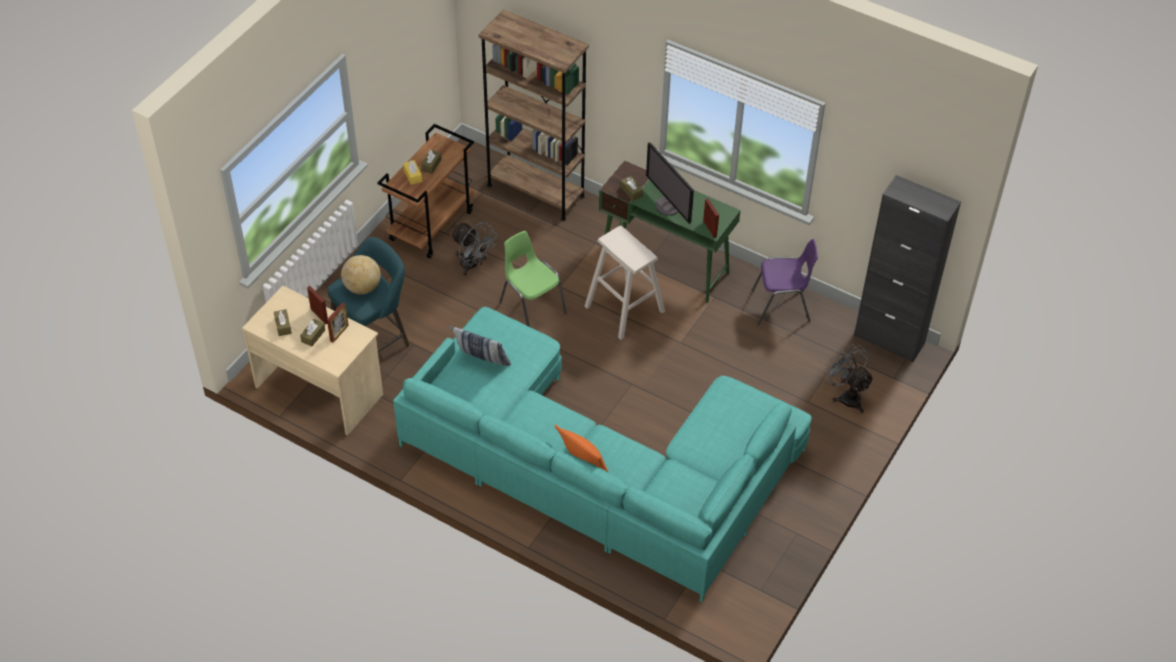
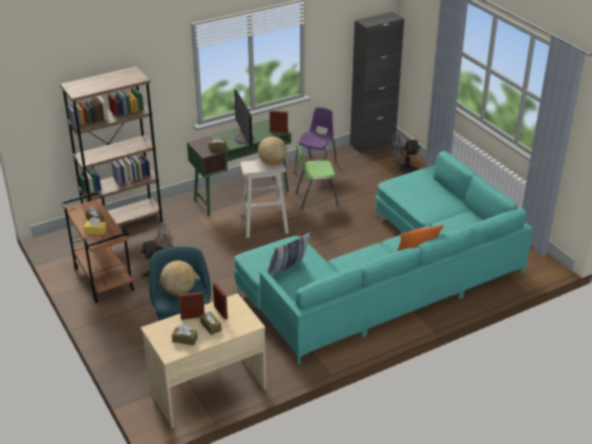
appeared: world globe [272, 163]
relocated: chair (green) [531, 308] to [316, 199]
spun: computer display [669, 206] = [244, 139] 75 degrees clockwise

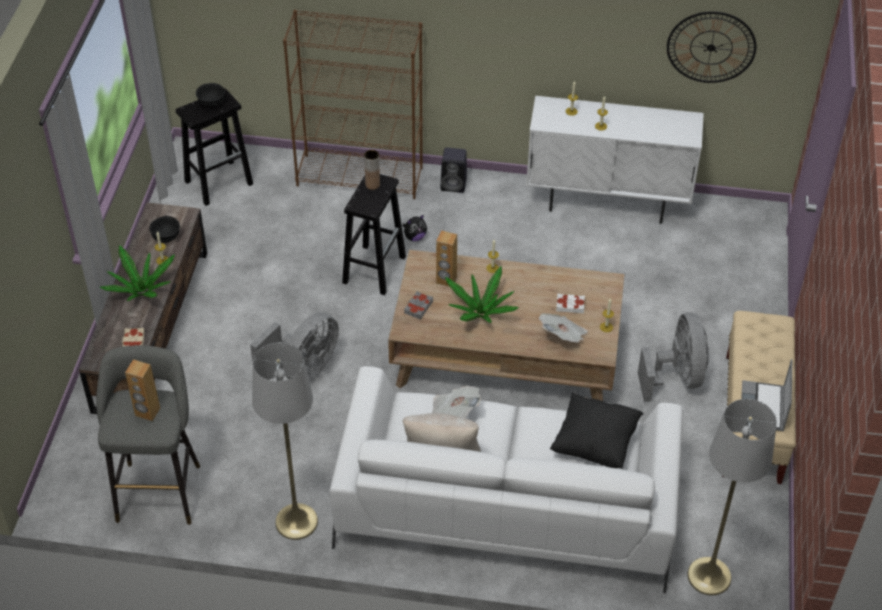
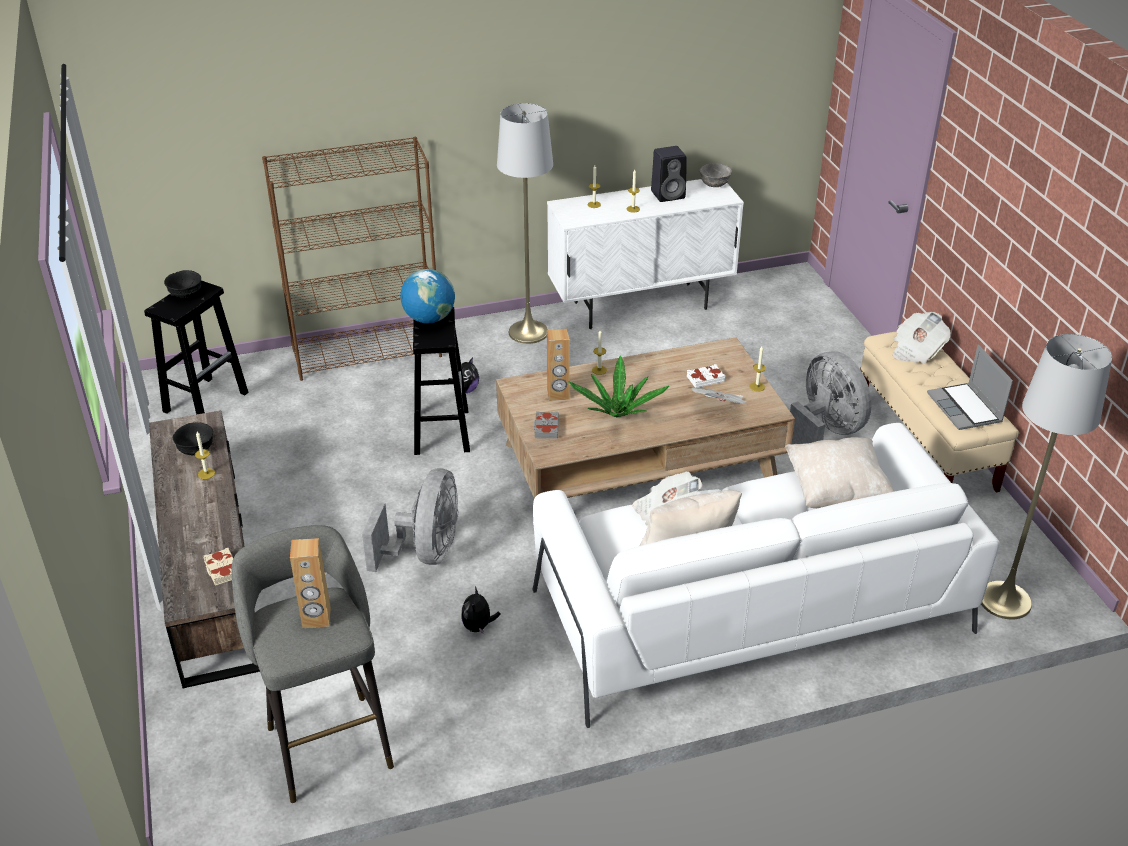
missing: plant in a pot [141, 290]; hanging clock [711, 47]
appeared: soft toy [478, 626]; bowl (greyish) [715, 184]; newspaper [916, 350]
relocated: standing lamp (greyish) [296, 521] to [528, 332]; loudspeaker (black-coloured) [454, 184] to [669, 194]
exchanged: decorative vase (brown) [372, 185] to world globe [429, 318]
colour: throw pillow (black-coloured) [594, 443] to throw pillow (beige) [836, 492]

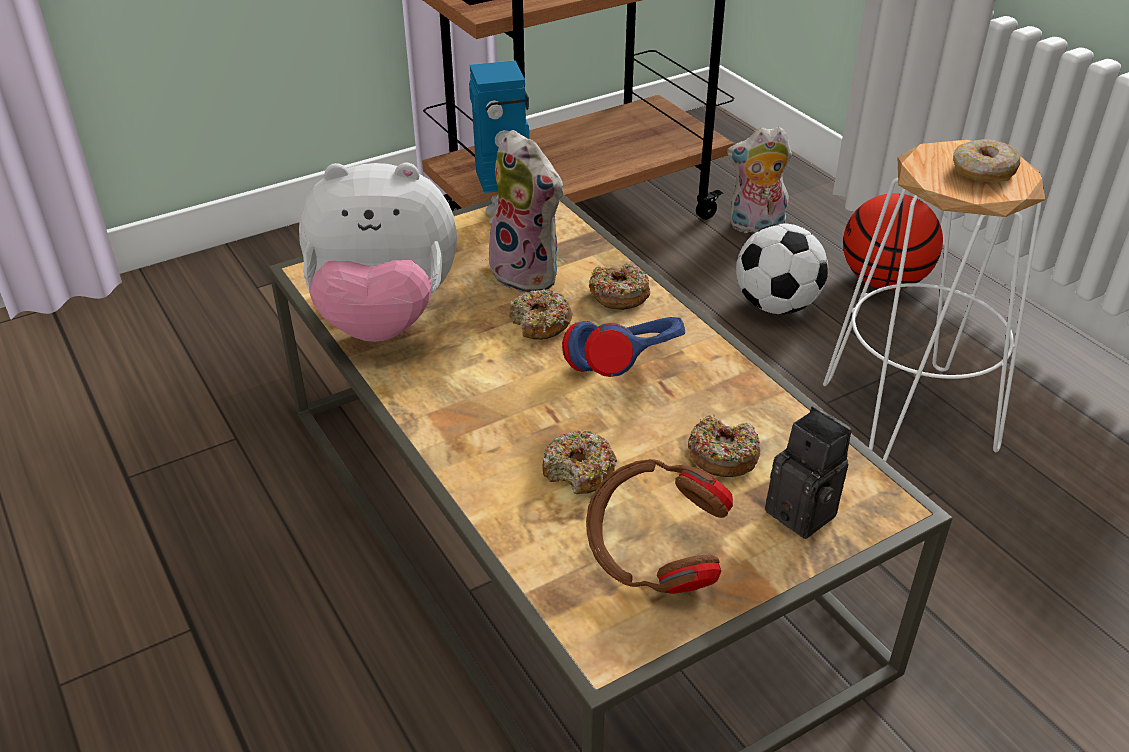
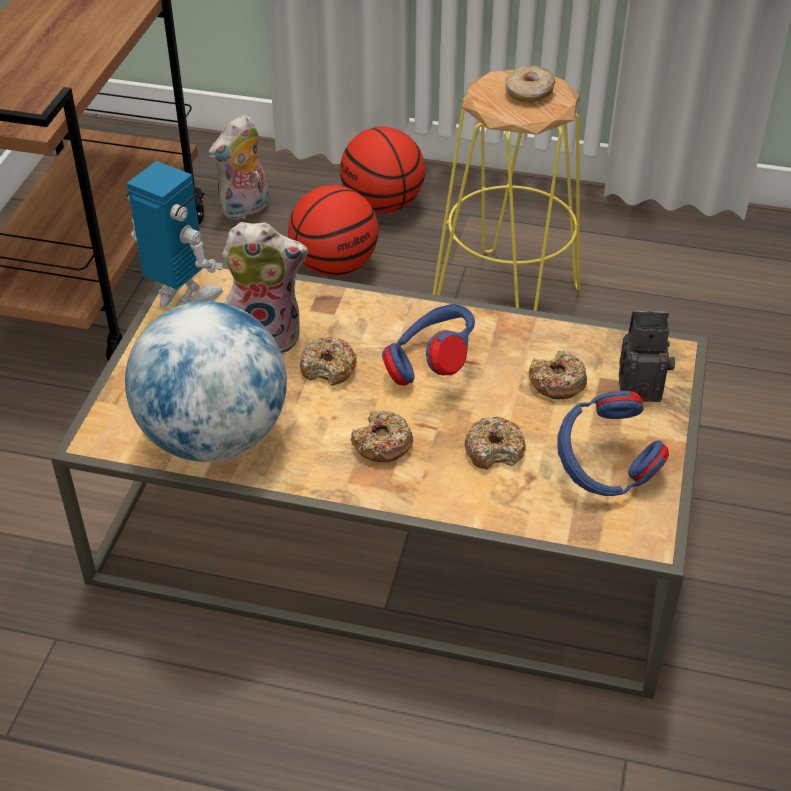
relocated: ring doughnut [619, 295] to [382, 444]
exchanged: soft toy [384, 319] to world globe [214, 437]; ball for football [776, 305] to basketball ball [334, 266]
colour: headset (brown) [654, 559] to headset (blue-coloured) [604, 471]; sitting stool (white-coloured) [909, 417] to sitting stool (yellow-coloured) [507, 298]

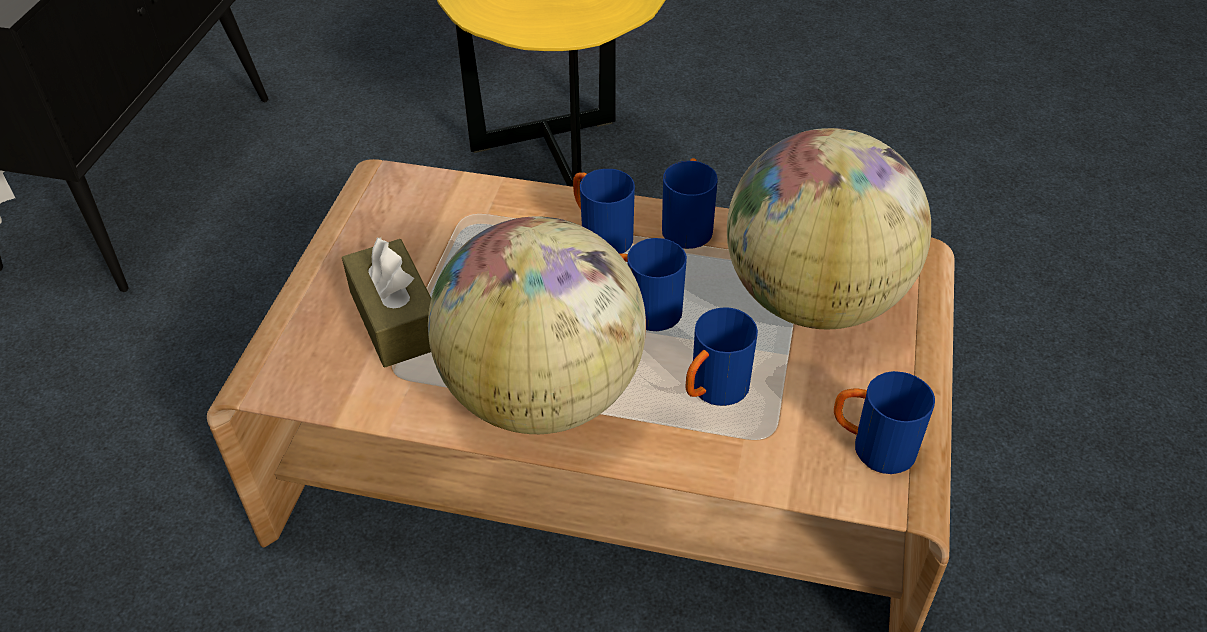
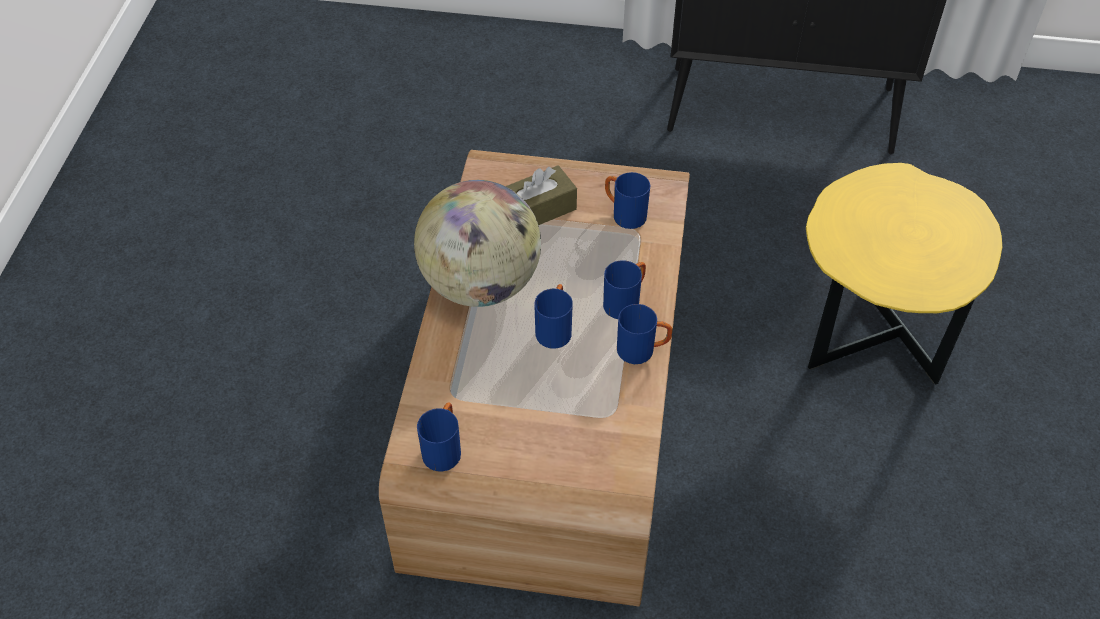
missing: world globe [814, 299]
relocated: mug (blue-coloured) [712, 392] to [624, 214]

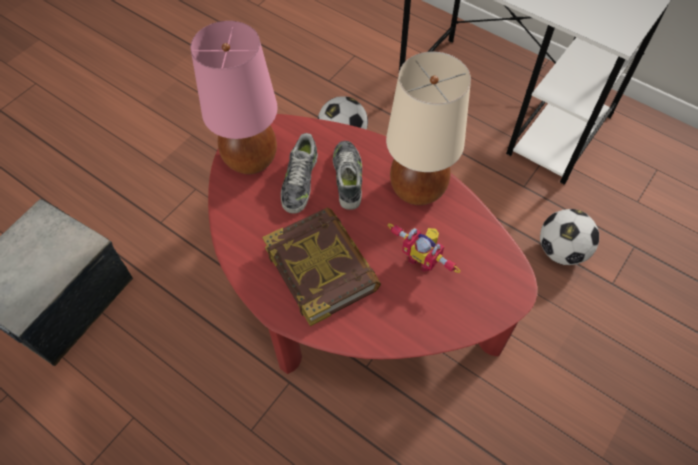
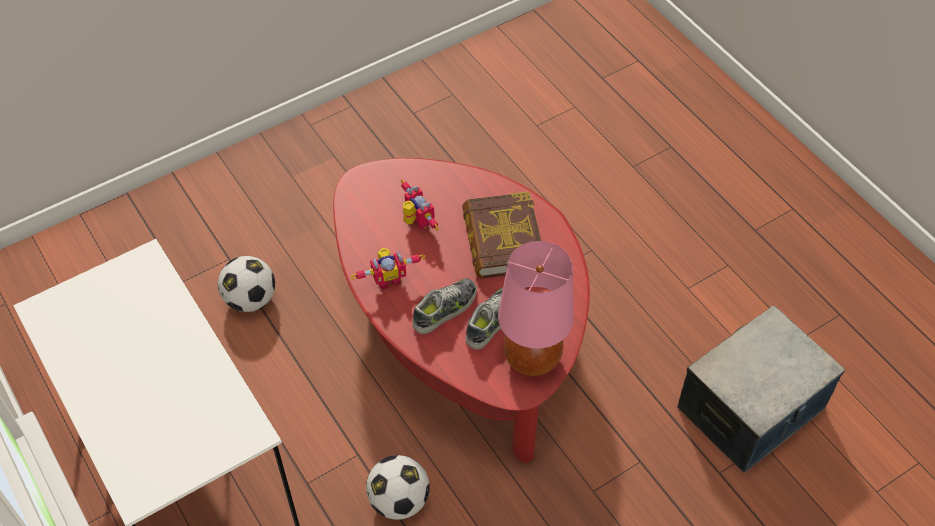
exchanged: table lamp (beige) [418, 189] to model robot [388, 279]
spun: item of footwear [348, 178] = [445, 309] 150 degrees counterclockwise

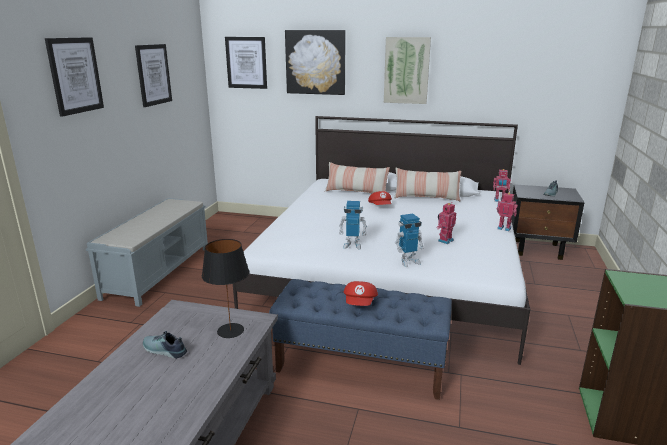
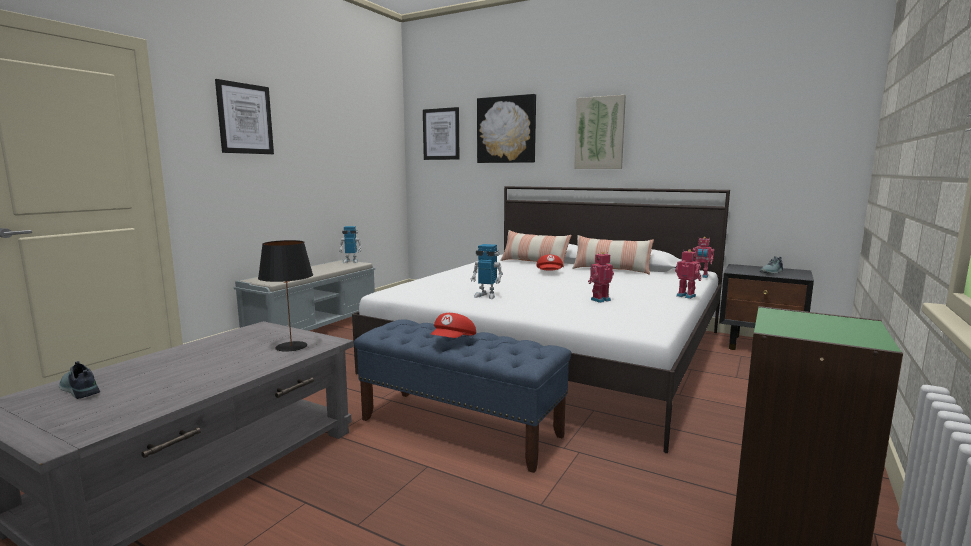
missing: picture [153, 74]
relocated: item of footwear [164, 351] to [78, 390]; model robot [408, 261] to [351, 261]

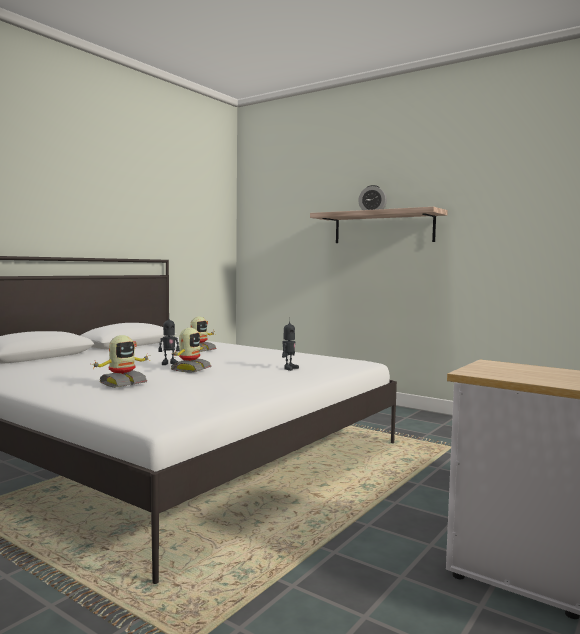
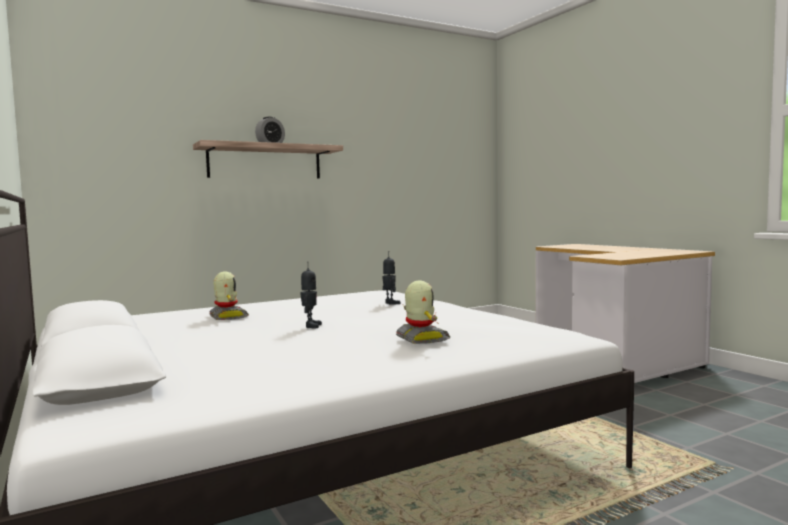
missing: model robot [190, 369]

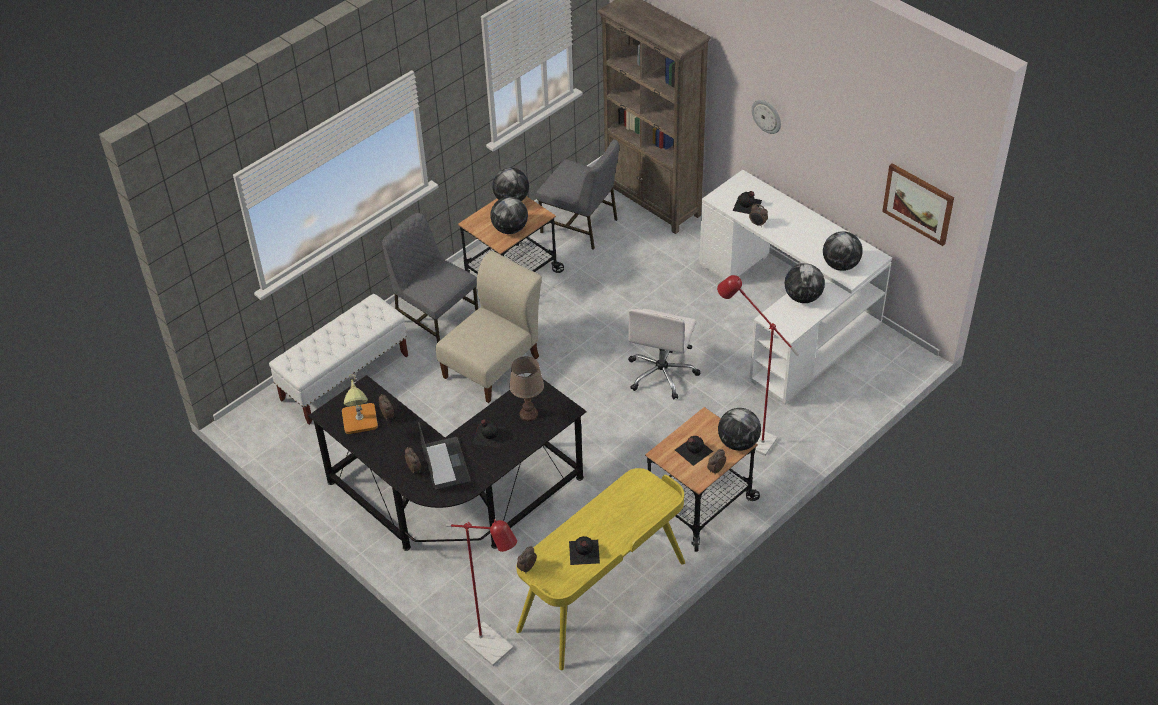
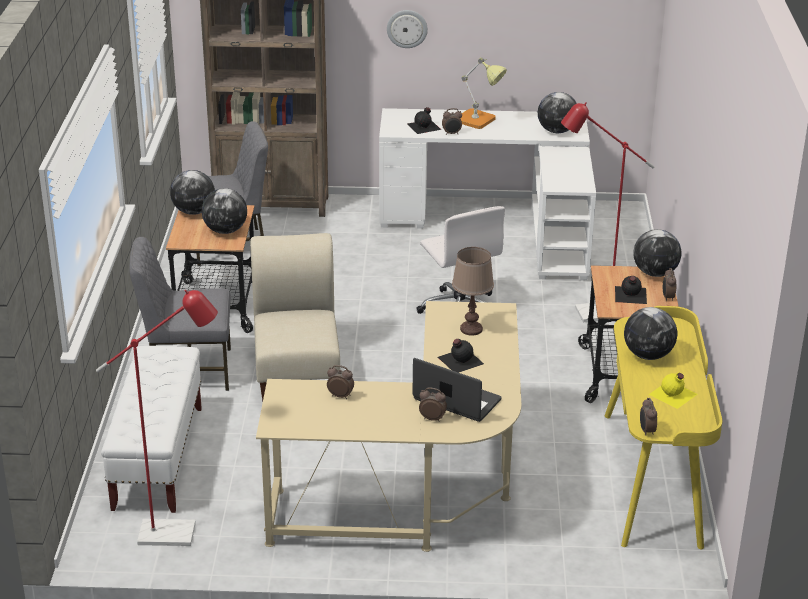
missing: picture [918, 203]
relocated: table lamp [360, 423] to [479, 121]; standing lamp (reddish) [495, 650] to [178, 534]; world globe [803, 297] to [647, 355]
colour: desk (black-coloured) [454, 502] to desk (beige) [418, 489]; drink bottle (black-coloured) [583, 552] to drink bottle (yellow-coloured) [673, 394]

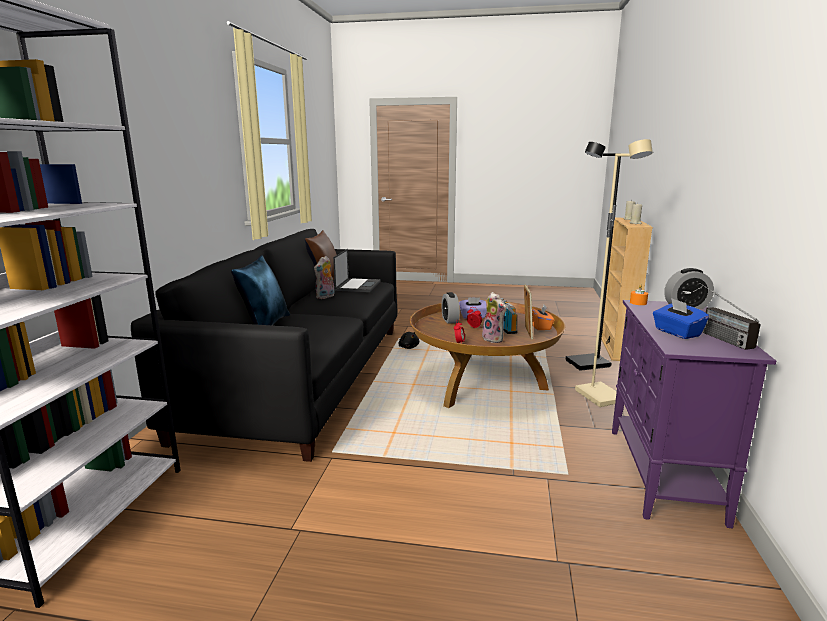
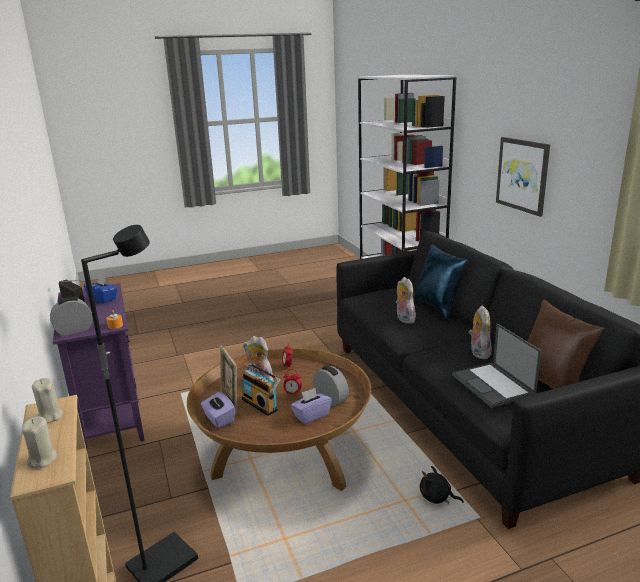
missing: standing lamp (beige) [601, 396]
appeared: soft toy [404, 319]; picture [523, 175]
colour: box of tissues (orange) [540, 326] to box of tissues (purple-coloured) [219, 419]

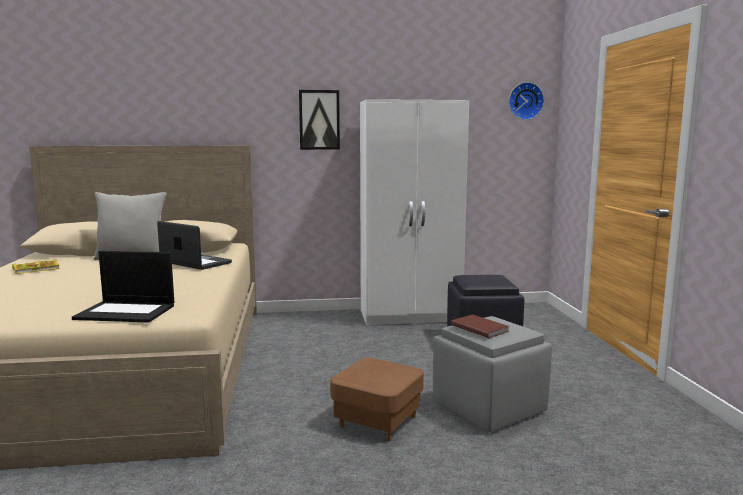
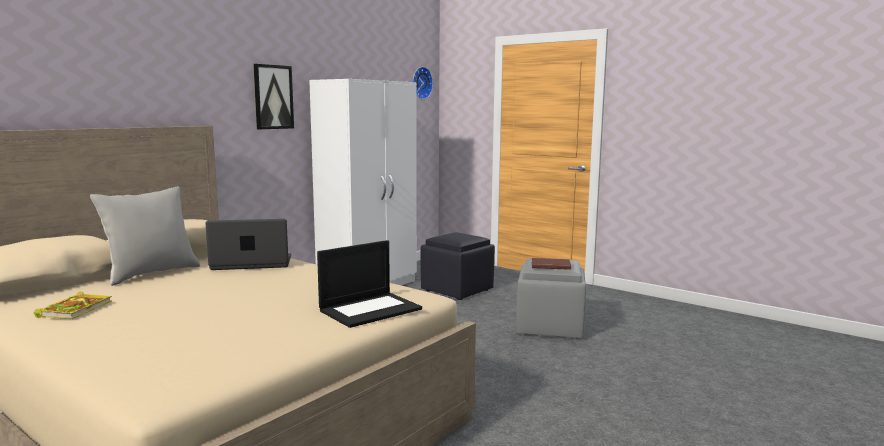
missing: footrest (brown) [377, 421]

